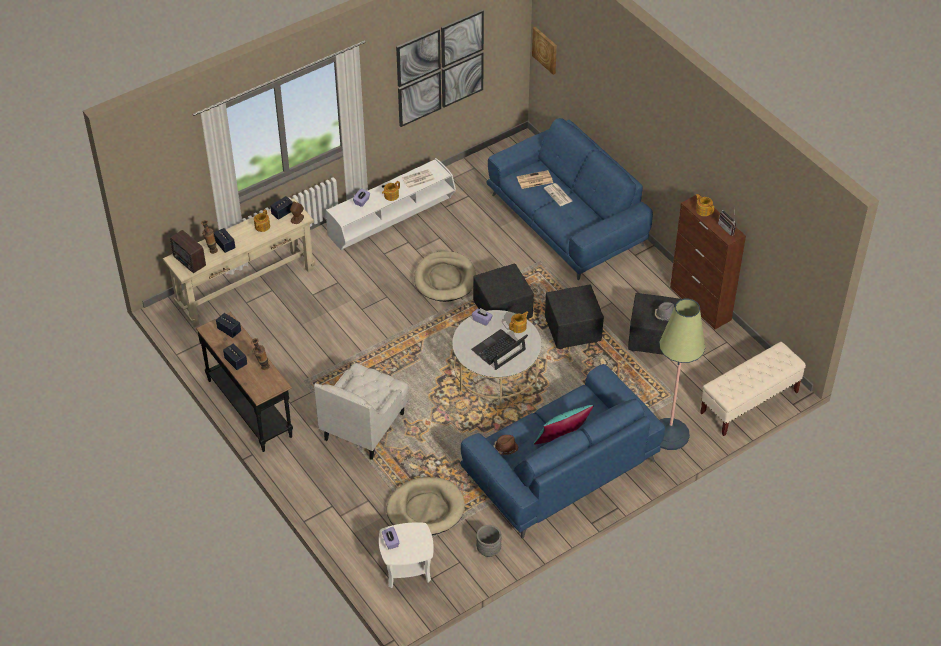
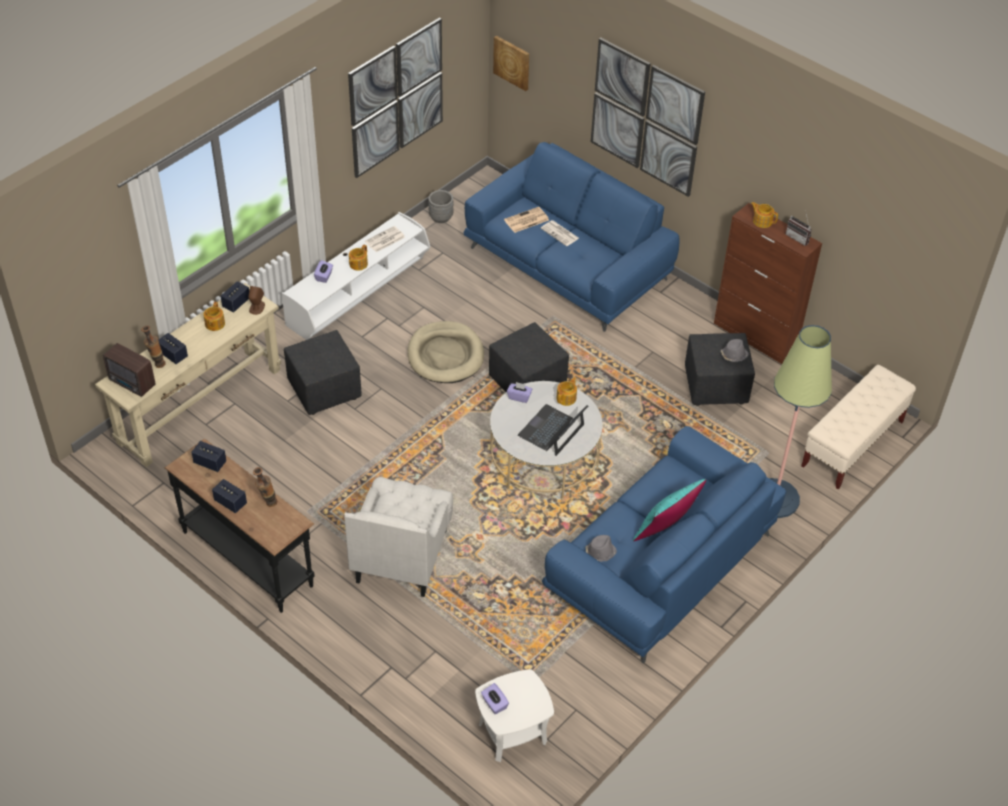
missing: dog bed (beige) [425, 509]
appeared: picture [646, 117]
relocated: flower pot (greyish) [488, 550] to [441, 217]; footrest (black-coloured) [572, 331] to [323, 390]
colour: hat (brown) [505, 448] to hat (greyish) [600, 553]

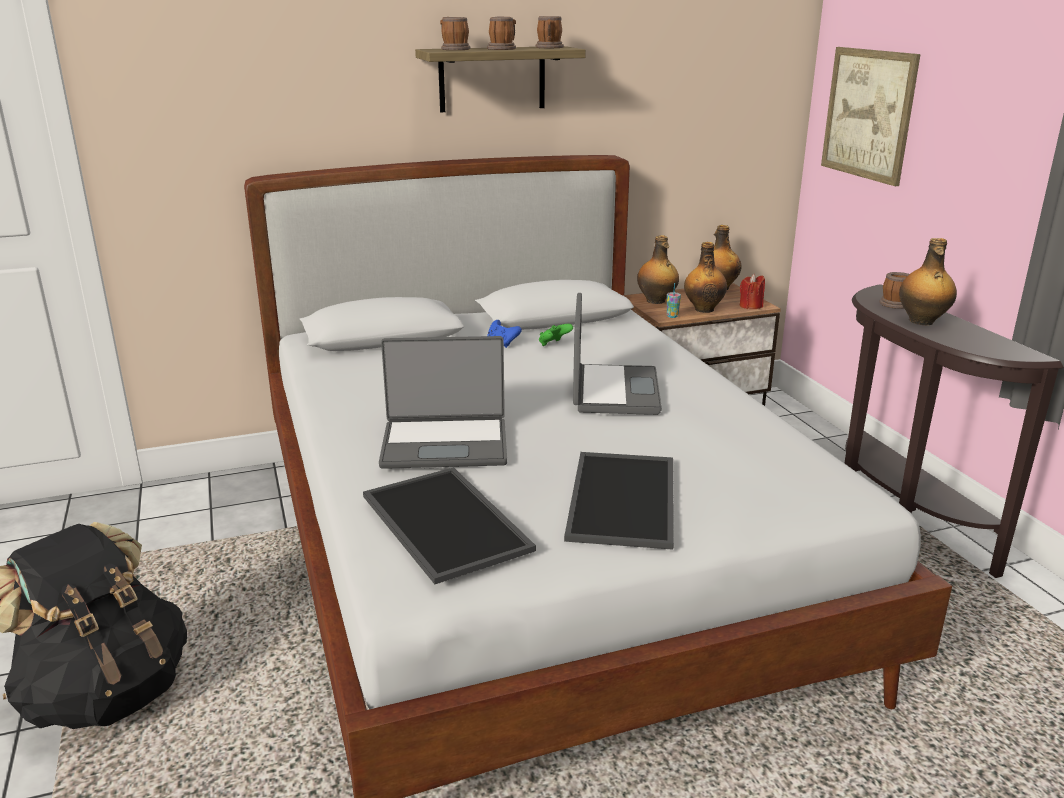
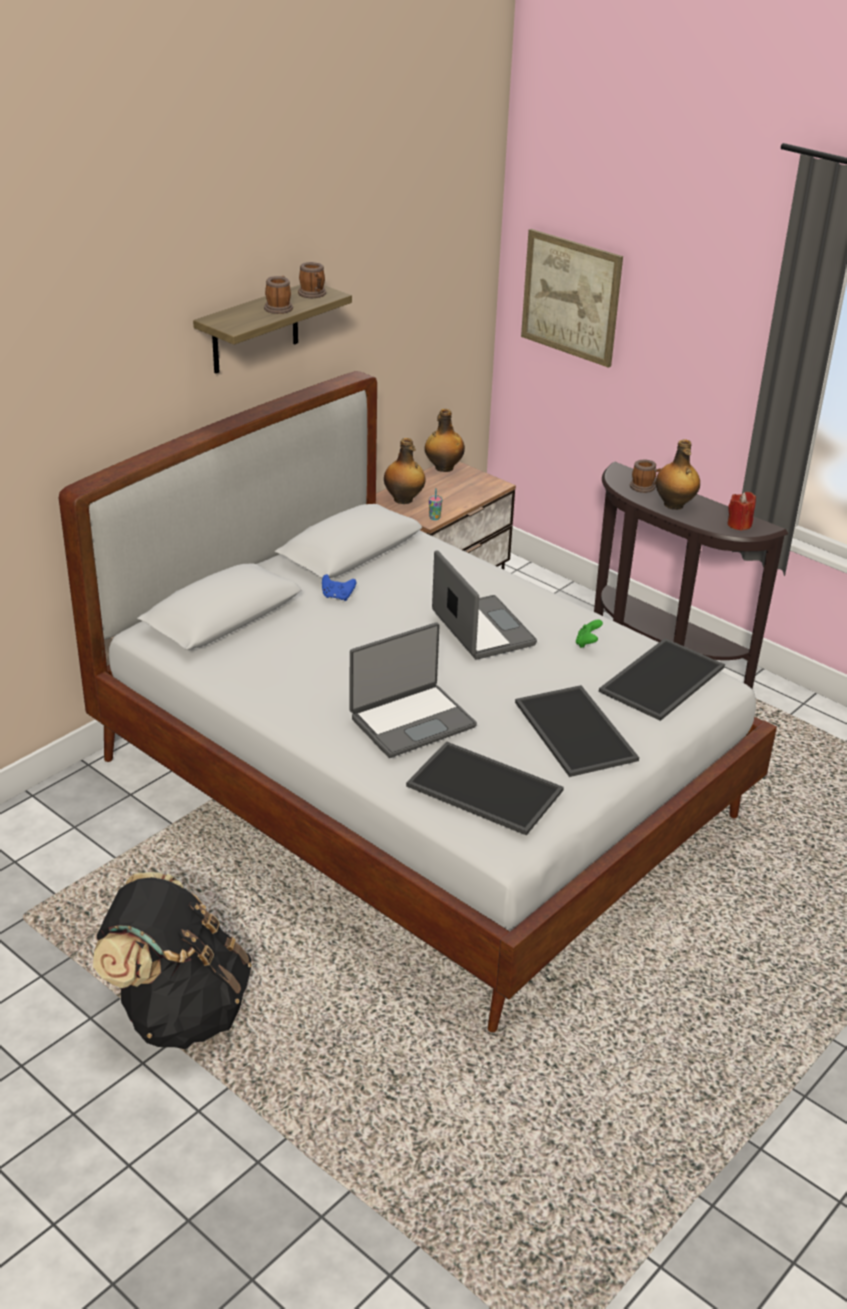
missing: mug [453, 49]; drink bottle [704, 309]
appeared: tray [661, 678]
relocated: joypad (green) [554, 345] to [587, 643]; candle (reddish) [750, 306] to [739, 524]

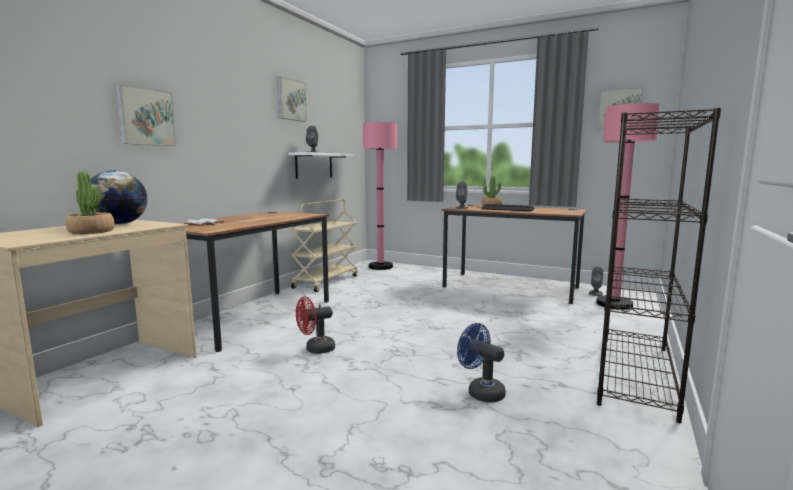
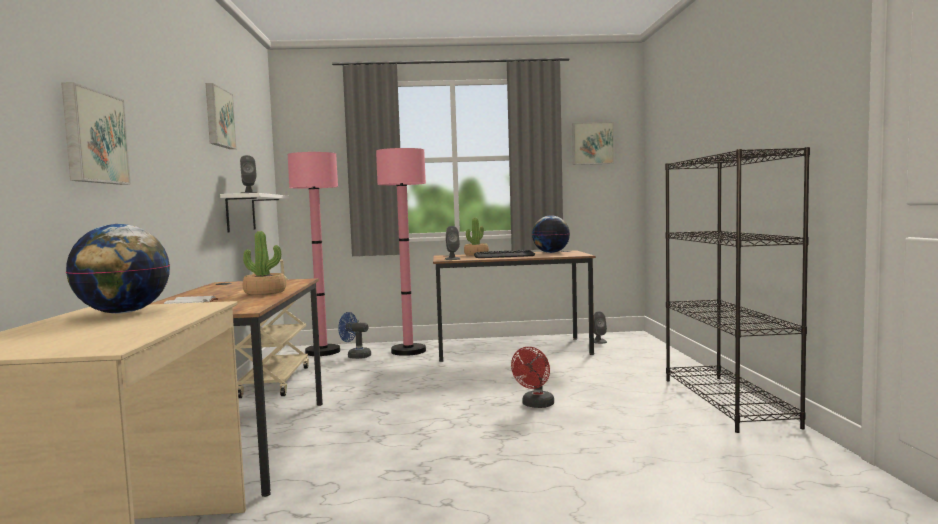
appeared: world globe [551, 252]
relocated: plant in a pot [91, 231] to [265, 292]; fan (reddish) [315, 349] to [535, 405]; fan (blue-coloured) [481, 391] to [355, 356]; standing lamp (pink-coloured) [614, 304] to [408, 351]

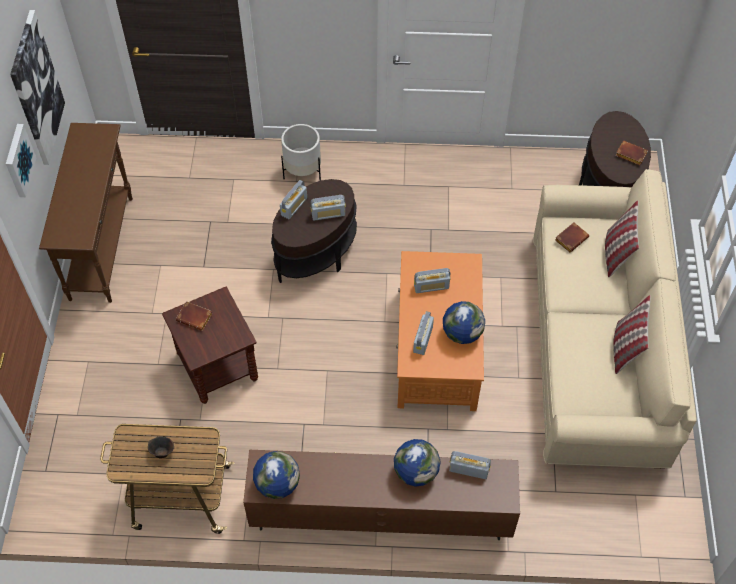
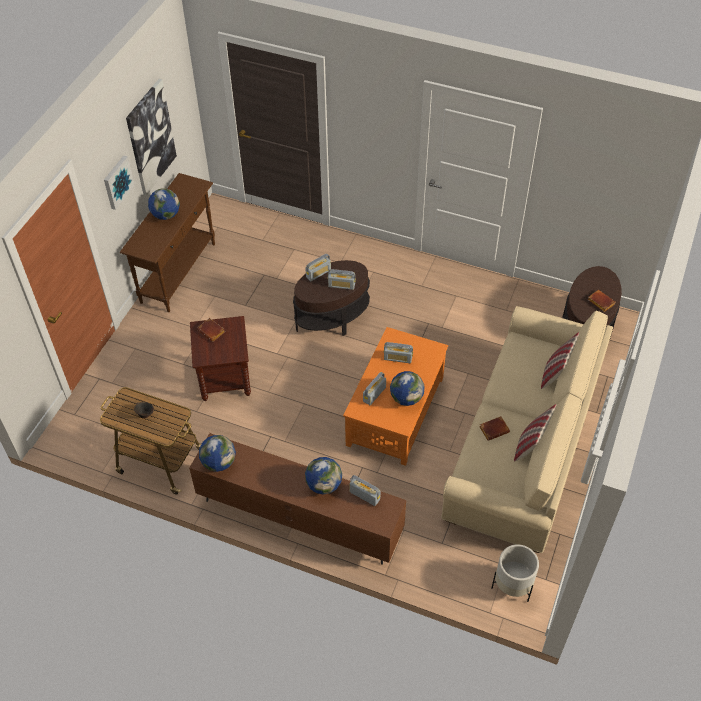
appeared: world globe [166, 215]
relocated: flower pot (white-coloured) [303, 171] to [513, 585]; bound book (brown) [571, 238] to [494, 429]

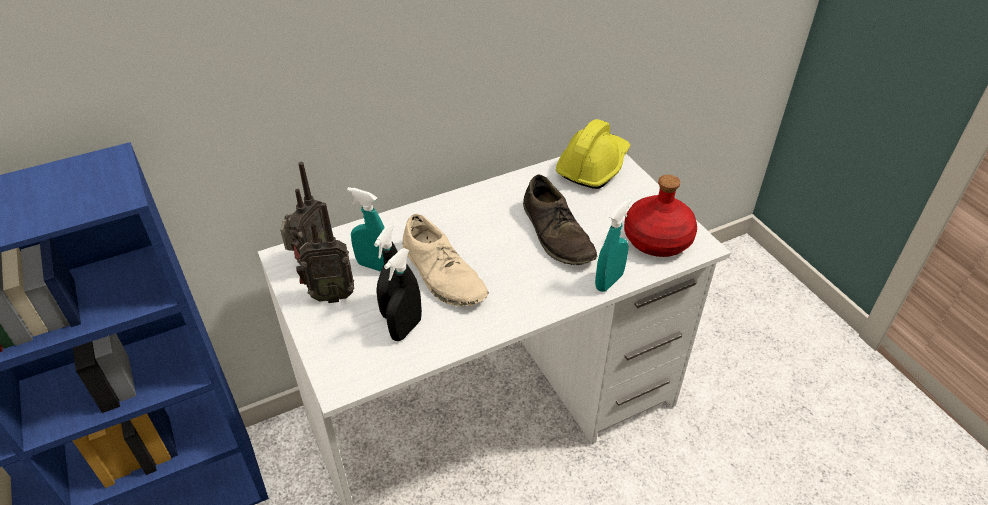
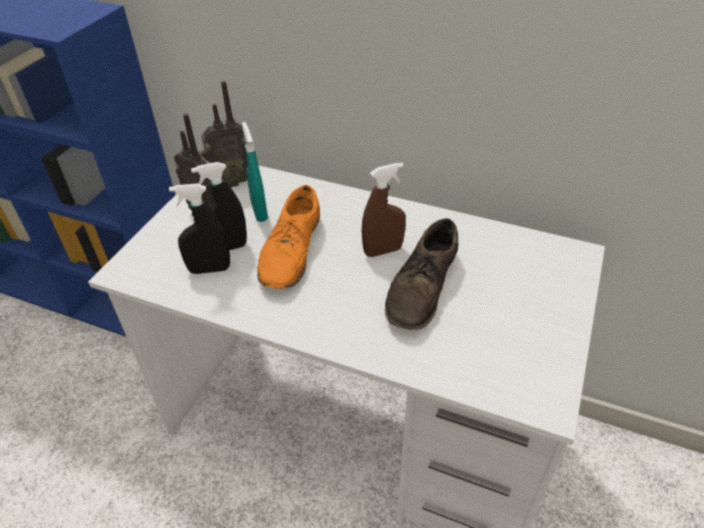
missing: hard hat (yellow-coloured) [593, 166]; hand sprayer (blue-green) [609, 281]; drink bottle (reddish) [657, 239]
appeared: hand sprayer (brown) [383, 251]
colour: item of footwear (beige) [443, 274] to item of footwear (orange) [291, 251]

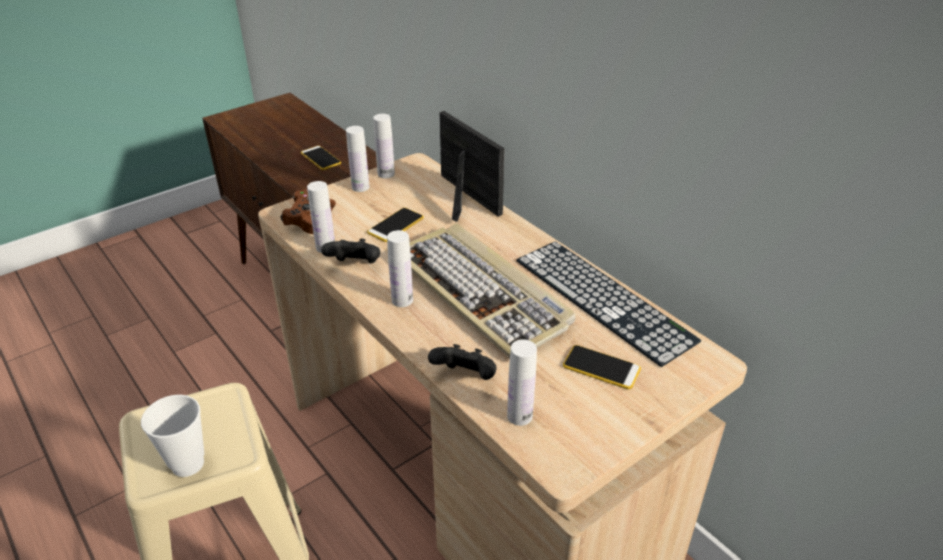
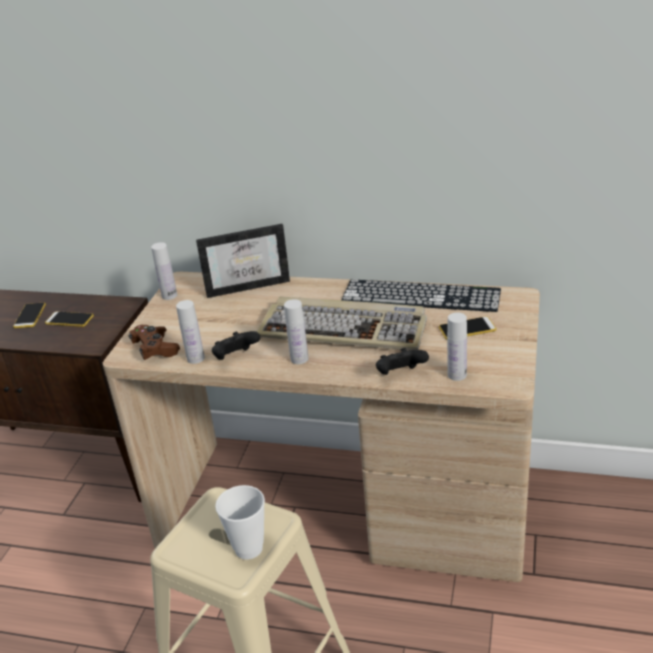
missing: drink bottle (white-coloured) [360, 187]
relocated: telephone [395, 225] to [30, 316]
spun: photo frame [461, 197] = [248, 284] 150 degrees clockwise

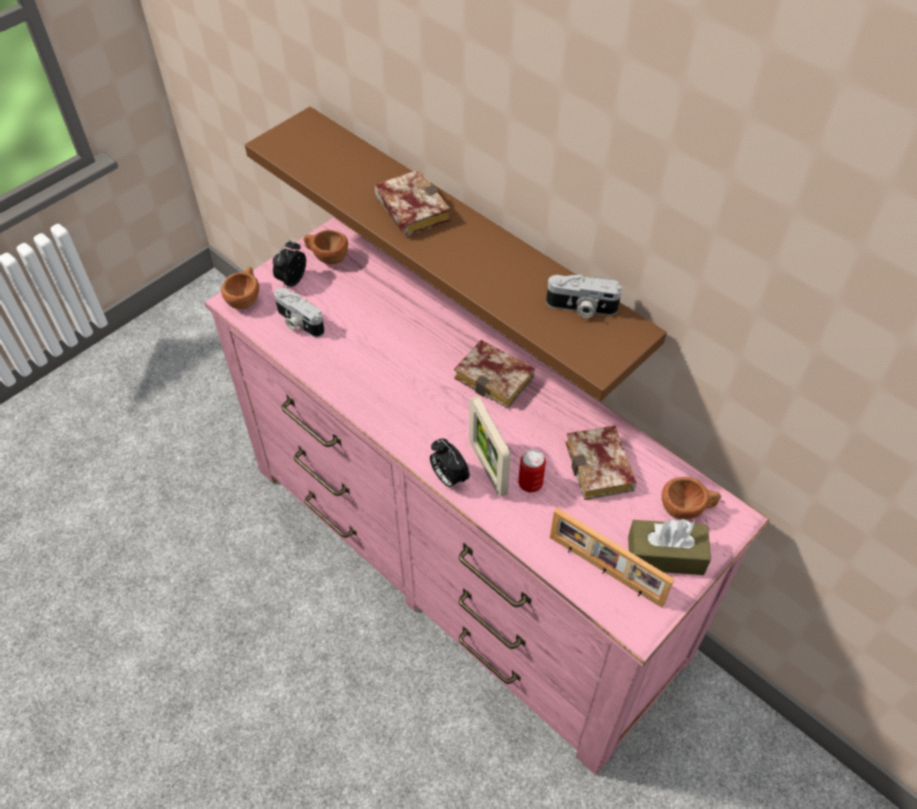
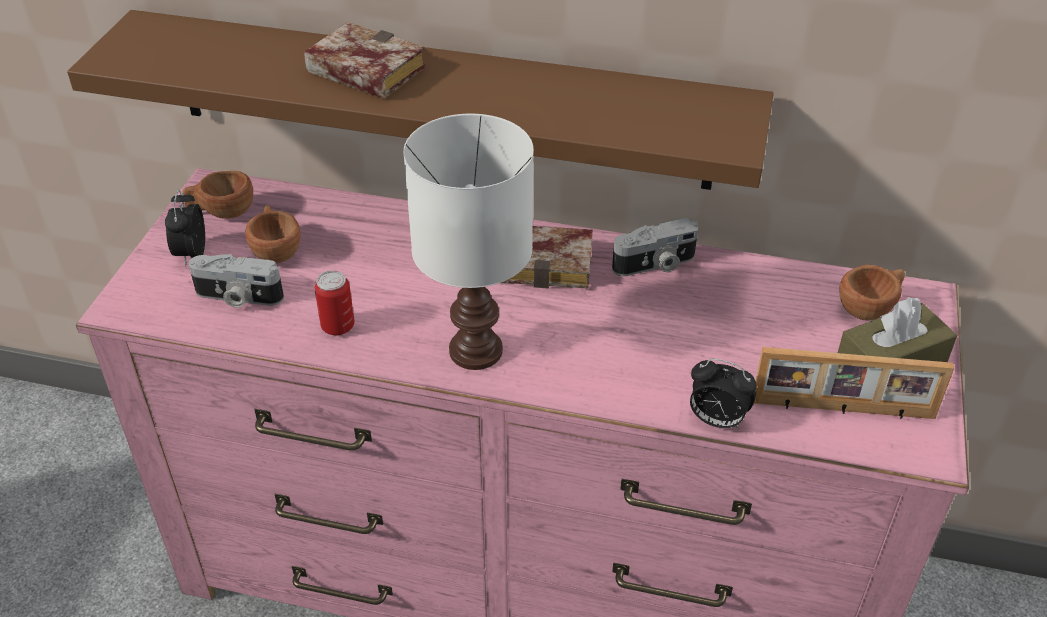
missing: photo frame [487, 468]; bound book [602, 469]
appeared: table lamp (white-coloured) [477, 349]
relocated: drinking cup (brown) [245, 298] to [276, 250]; bedside clock [448, 478] to [716, 420]; sealed can [530, 483] to [338, 326]; still camera [581, 308] to [655, 265]

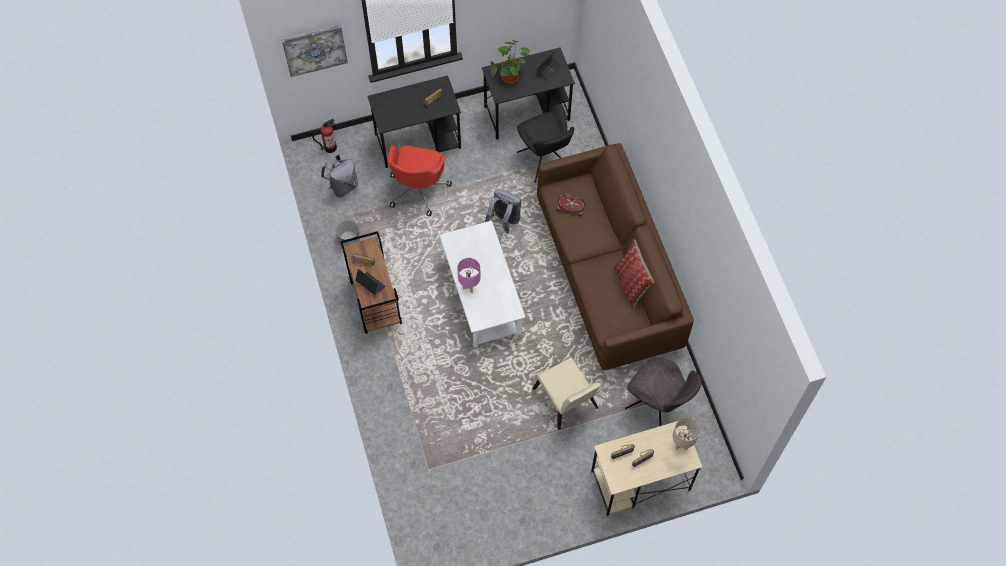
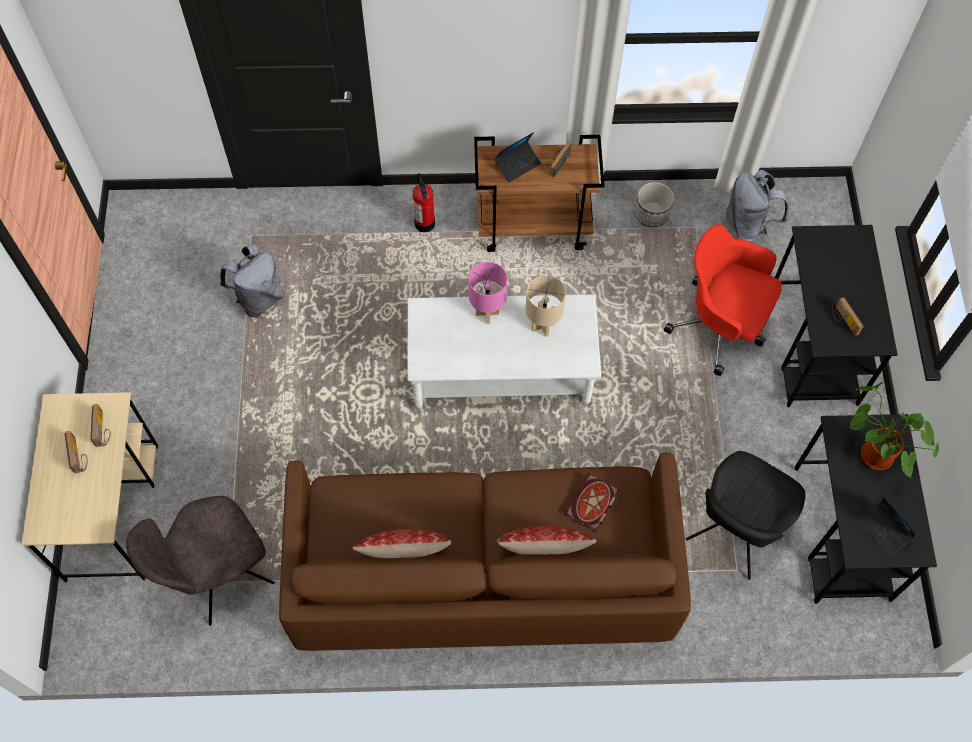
missing: picture [314, 50]; chair (beige) [566, 402]
appeared: throw pillow [542, 553]
relocated: extinguisher [330, 147] to [425, 223]; backpack (greyish) [504, 220] to [259, 298]; table lamp (beige) [681, 444] to [542, 326]
spun: chair (black-coloured) [544, 161] = [732, 534] 45 degrees counterclockwise

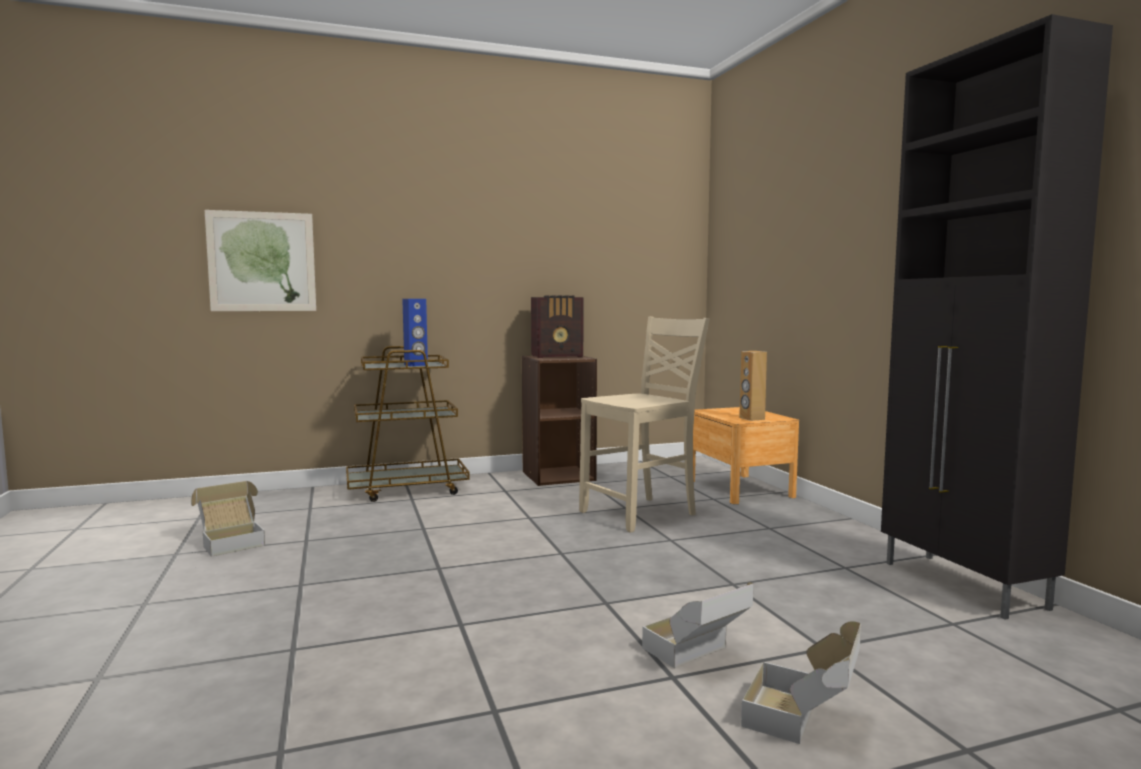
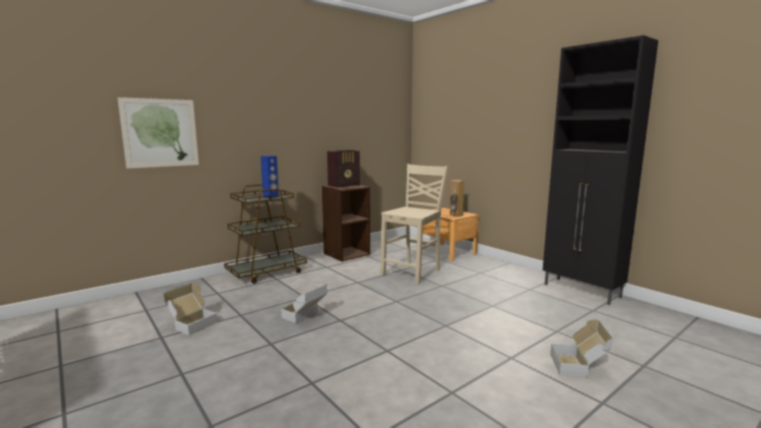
relocated: carton [697, 656] to [305, 317]

